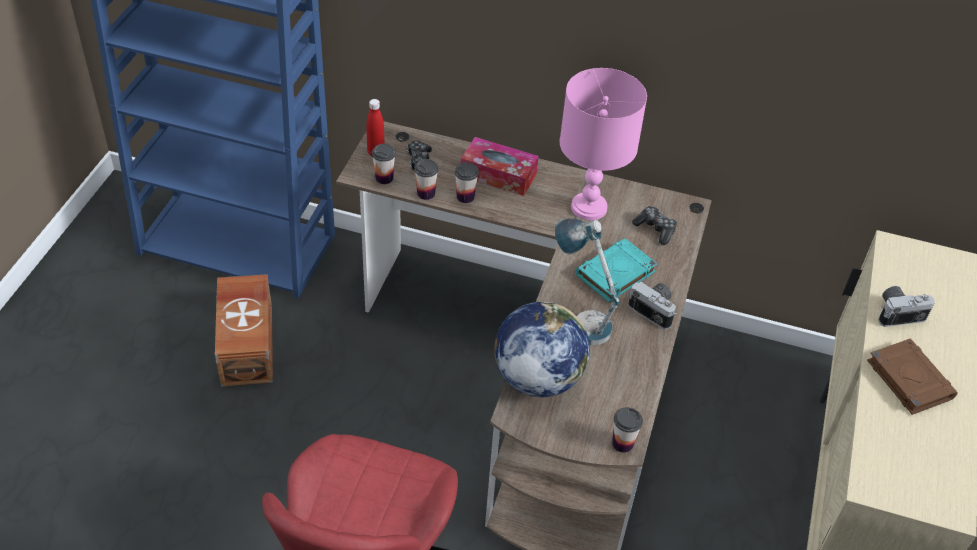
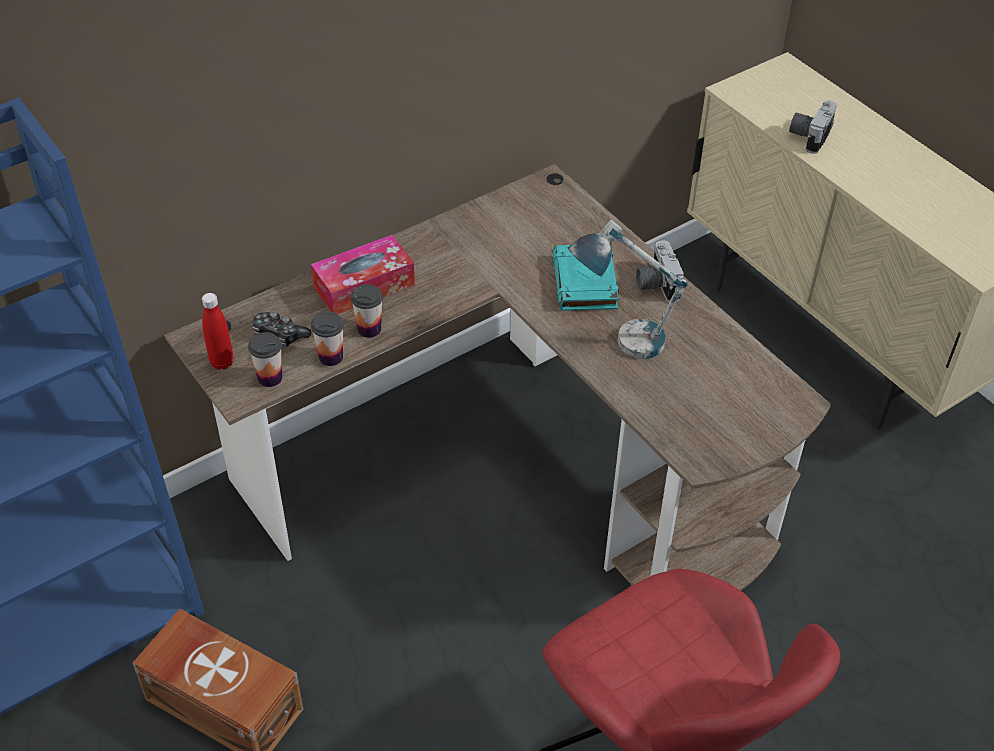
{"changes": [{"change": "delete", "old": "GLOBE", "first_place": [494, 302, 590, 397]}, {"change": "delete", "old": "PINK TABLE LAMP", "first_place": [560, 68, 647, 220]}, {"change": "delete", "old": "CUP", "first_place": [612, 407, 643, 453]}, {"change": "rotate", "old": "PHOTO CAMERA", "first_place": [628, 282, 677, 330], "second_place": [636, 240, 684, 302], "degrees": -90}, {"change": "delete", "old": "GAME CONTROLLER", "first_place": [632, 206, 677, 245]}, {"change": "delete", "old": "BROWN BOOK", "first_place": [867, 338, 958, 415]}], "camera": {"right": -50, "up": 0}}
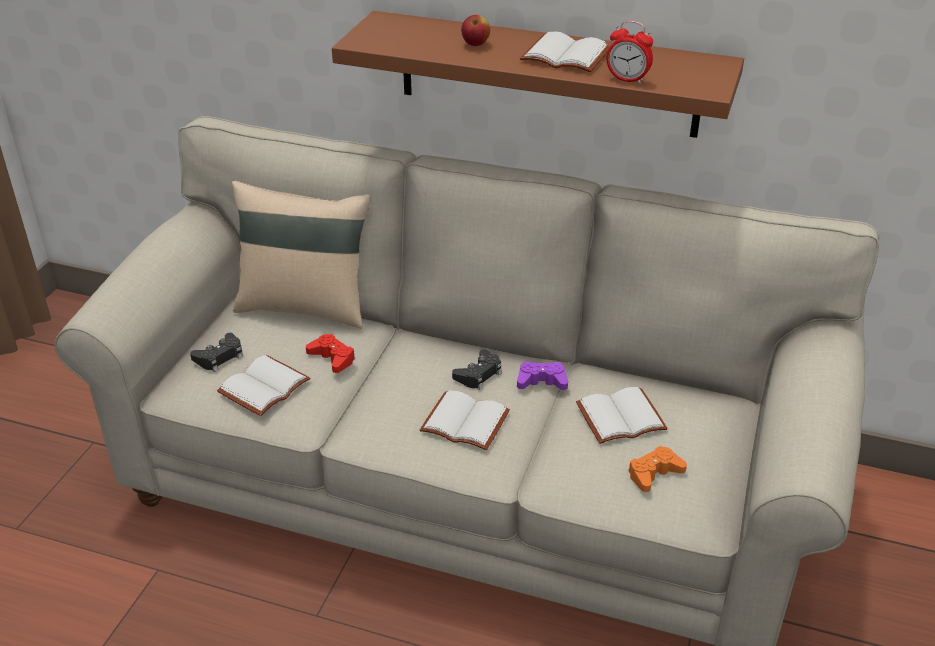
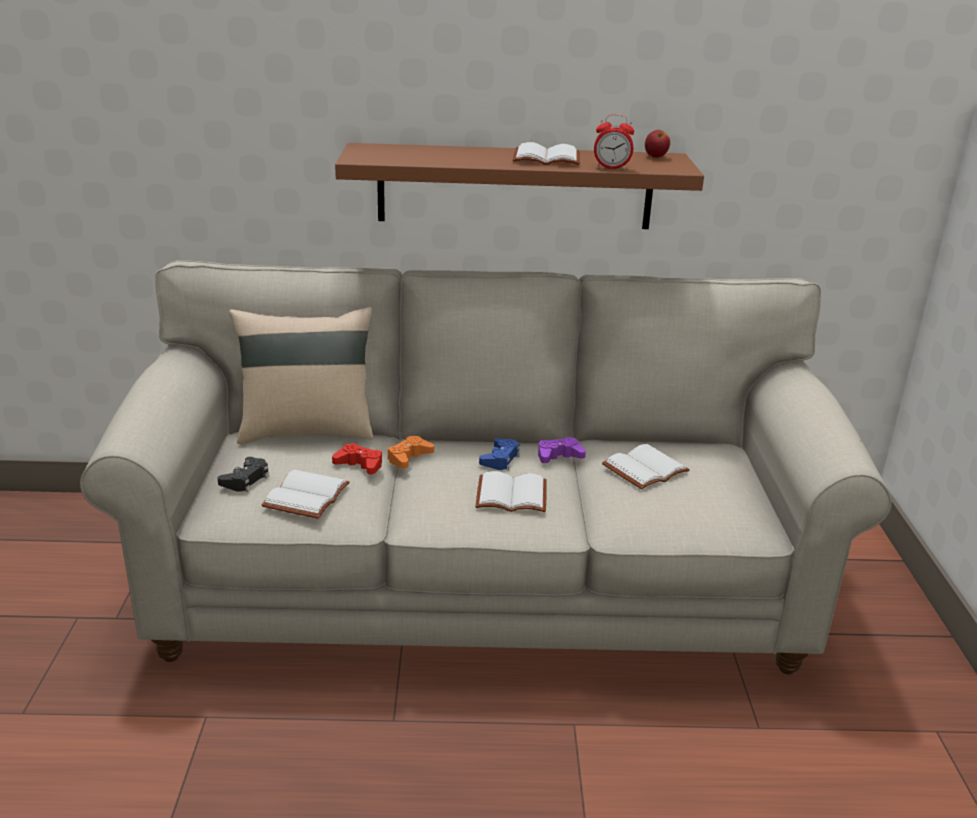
{"changes": [{"change": "recolor", "old": "BLACK GAME CONTROLLER", "new": "BLUE GAME CONTROLLER", "first_place": [452, 349, 502, 390], "second_place": [479, 438, 520, 470]}, {"change": "move", "old": "APPLE", "first_place": [461, 15, 490, 46], "second_place": [645, 130, 670, 158]}, {"change": "move", "old": "ORANGE GAME CONTROLLER", "first_place": [628, 446, 687, 492], "second_place": [387, 436, 434, 468]}], "camera": {"right": -20, "up": -10}}
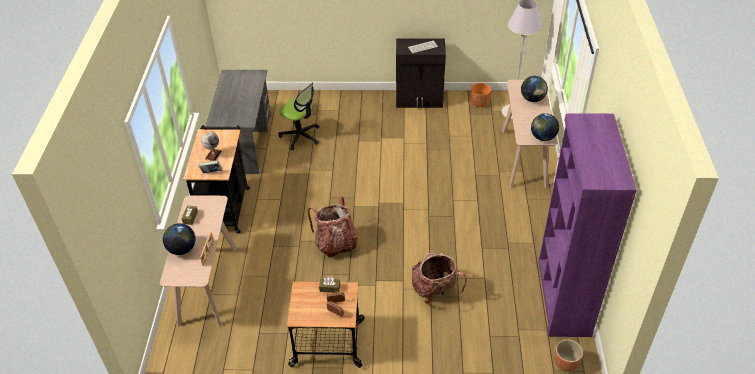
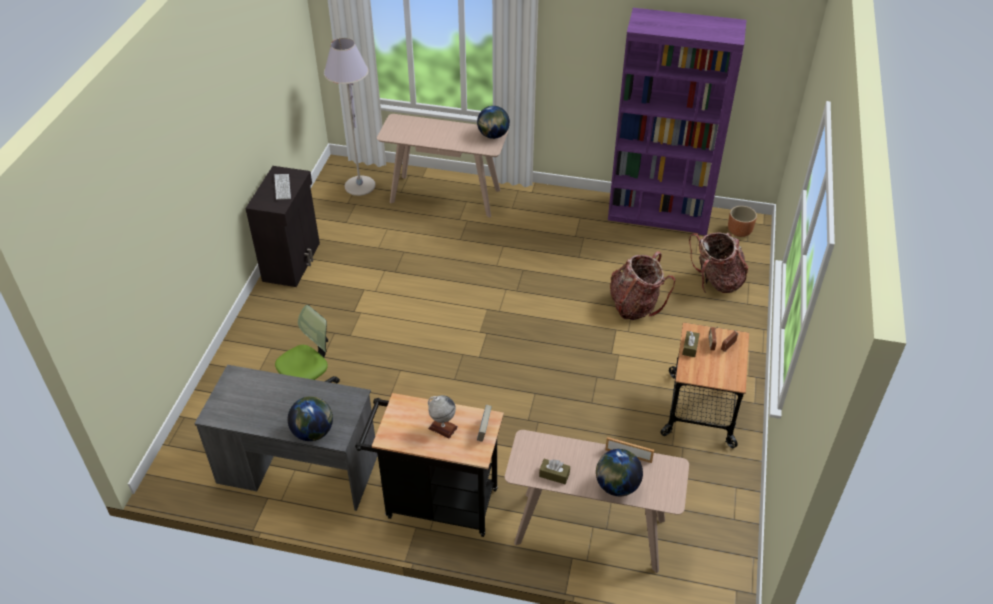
{"changes": [{"change": "move", "old": "BACKPACK", "first_place": [308, 196, 358, 258], "second_place": [689, 232, 748, 293]}, {"change": "delete", "old": "ORANGE PLANTER", "first_place": [470, 83, 491, 107]}, {"change": "move", "old": "GLOBE", "first_place": [521, 76, 548, 102], "second_place": [288, 396, 333, 441]}], "camera": {"right": -80, "up": 0}}
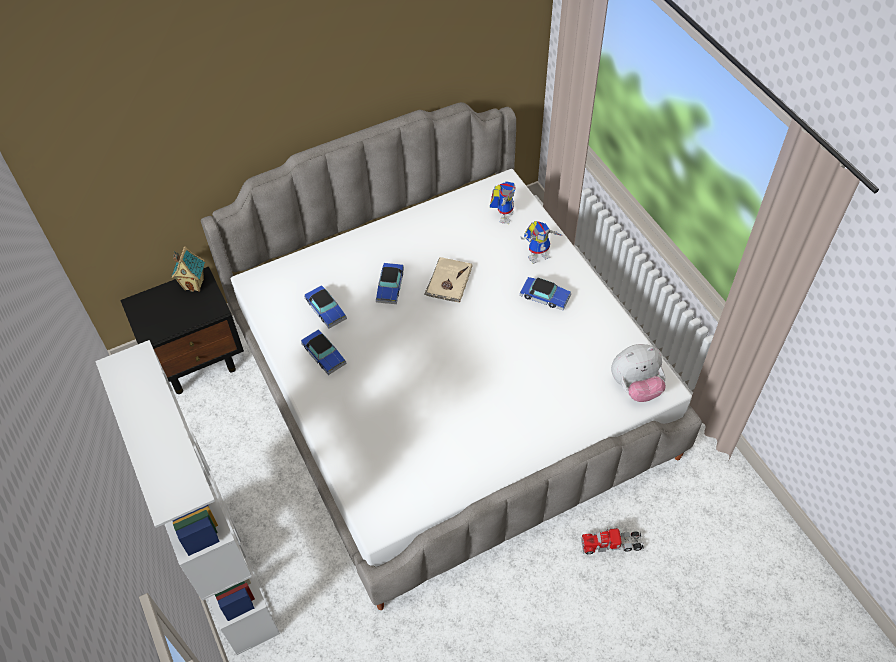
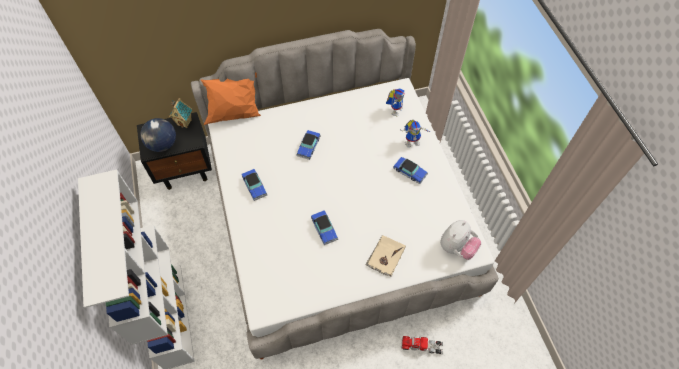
{"changes": [{"change": "move", "old": "TOY CAR", "first_place": [304, 285, 347, 329], "second_place": [311, 210, 338, 245]}, {"change": "move", "old": "BEIGE BOOK", "first_place": [424, 257, 472, 303], "second_place": [365, 235, 406, 277]}, {"change": "rotate", "old": "PLUSH TOY", "first_place": [611, 344, 666, 402], "second_place": [440, 220, 481, 260], "degrees": -45}, {"change": "insert", "new": "GLOBE", "second_place": [140, 118, 176, 152]}, {"change": "insert", "new": "ORANGE PILLOW", "second_place": [200, 72, 261, 125]}], "camera": {"right": 10, "up": 5}}
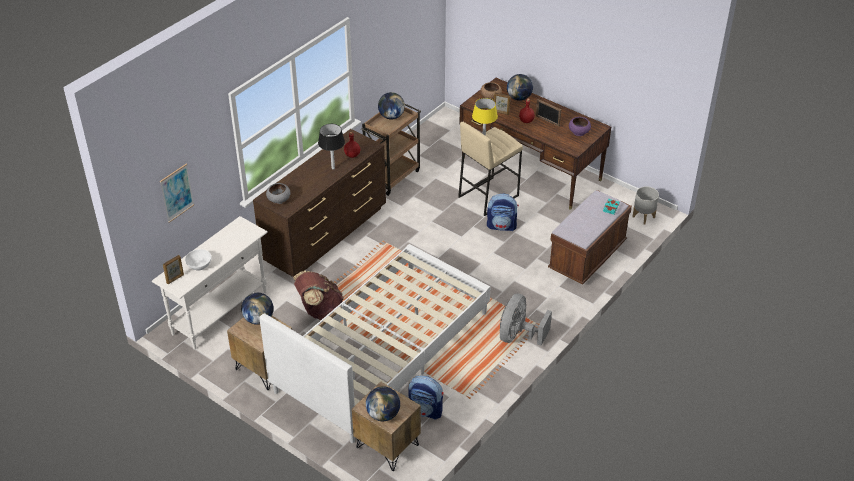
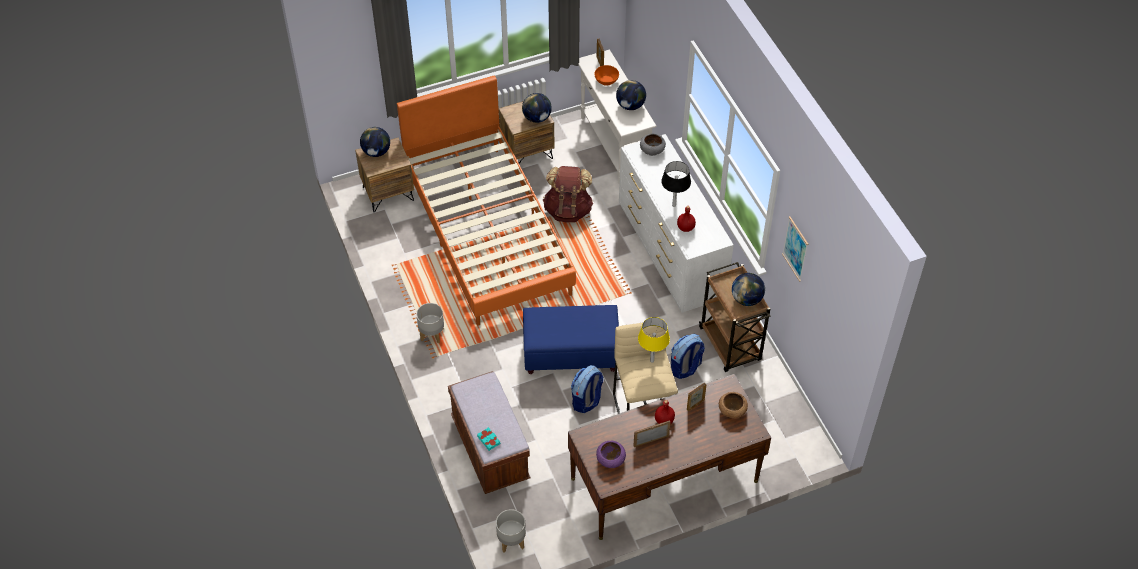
{"changes": [{"change": "move", "old": "PICTURE", "first_place": [160, 164, 194, 223], "second_place": [782, 216, 808, 282]}, {"change": "recolor", "old": "WHITE BOWL", "new": "ORANGE BOWL", "first_place": [185, 249, 211, 271], "second_place": [594, 65, 619, 86]}, {"change": "recolor", "old": "BROWN DRESSER", "new": "WHITE DRESSER", "first_place": [253, 129, 386, 277], "second_place": [619, 134, 734, 313]}, {"change": "recolor", "old": "WHITE BED", "new": "ORANGE BED", "first_place": [259, 244, 490, 443], "second_place": [397, 75, 576, 326]}, {"change": "move", "old": "BACKPACK", "first_place": [408, 376, 444, 420], "second_place": [671, 334, 705, 379]}, {"change": "replace", "old": "GREY FAN", "new": "GREY PLANTER", "first_place": [500, 293, 552, 346], "second_place": [416, 303, 444, 344]}, {"change": "move", "old": "GLOBE", "first_place": [507, 74, 533, 101], "second_place": [616, 80, 646, 110]}, {"change": "insert", "new": "BLUE OTTOMAN", "second_place": [523, 305, 619, 374]}], "camera": {"right": 120, "up": 10}}
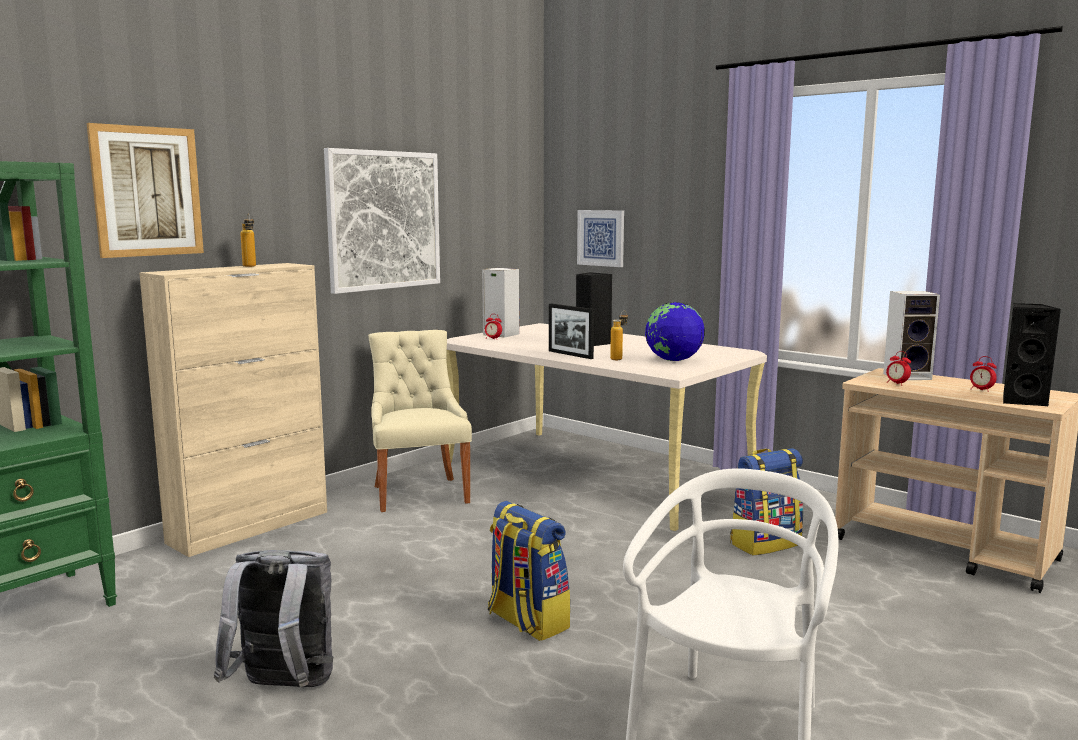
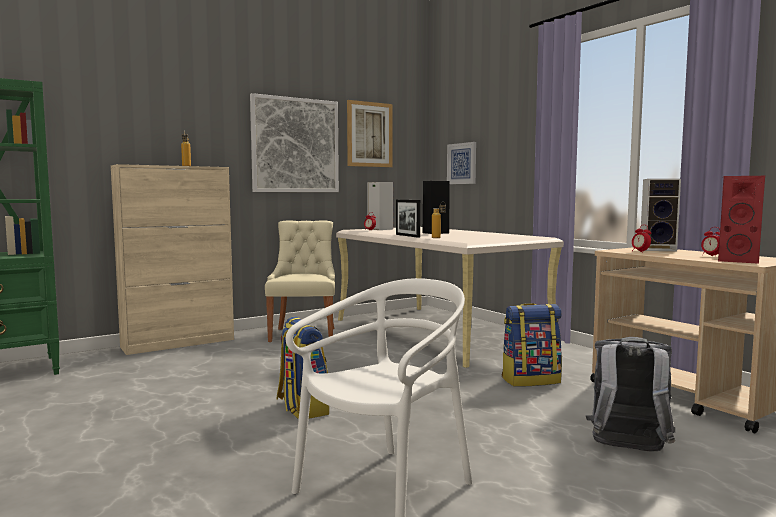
{"changes": [{"change": "move", "old": "PICTURE", "first_place": [87, 123, 204, 258], "second_place": [347, 100, 393, 167]}, {"change": "move", "old": "GREY BACKPACK", "first_place": [214, 550, 333, 687], "second_place": [586, 337, 676, 451]}, {"change": "delete", "old": "GLOBE", "first_place": [645, 302, 705, 361]}, {"change": "recolor", "old": "BLACK SPEAKER", "new": "RED SPEAKER", "first_place": [1003, 303, 1061, 406], "second_place": [718, 176, 765, 264]}], "camera": {"right": 15, "up": -5}}
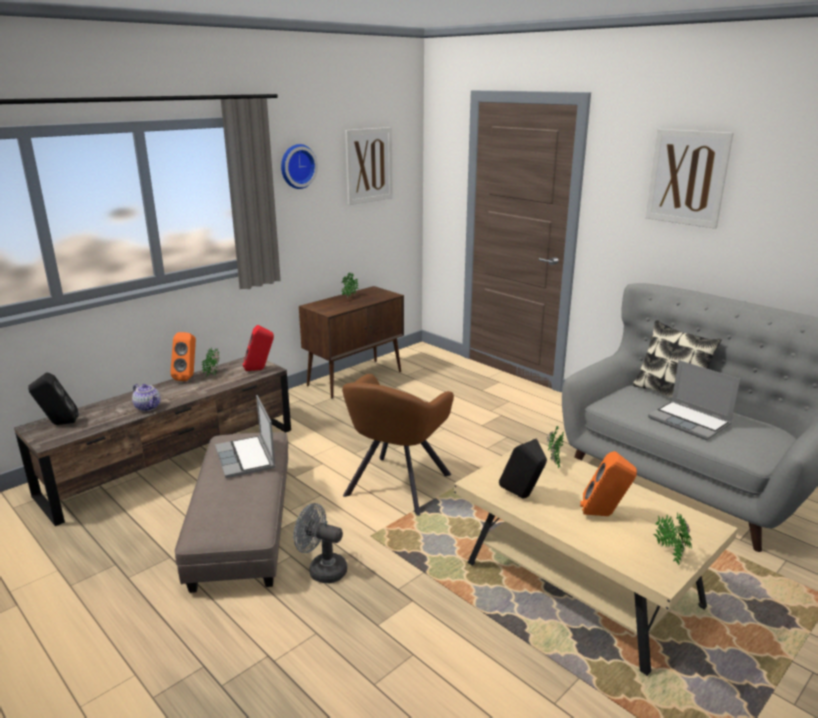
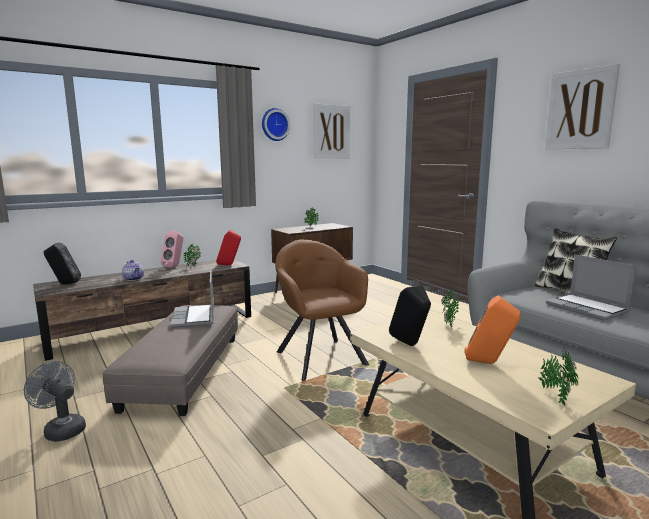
{"changes": [{"change": "recolor", "old": "ORANGE SPEAKER", "new": "PINK SPEAKER", "first_place": [170, 332, 196, 381], "second_place": [161, 231, 183, 268]}, {"change": "move", "old": "GREY FAN", "first_place": [293, 503, 347, 583], "second_place": [24, 361, 86, 442]}, {"change": "rotate", "old": "BROWN ARMCHAIR", "first_place": [342, 374, 454, 516], "second_place": [275, 240, 369, 381], "degrees": 120}], "camera": {"right": 10, "up": -10}}
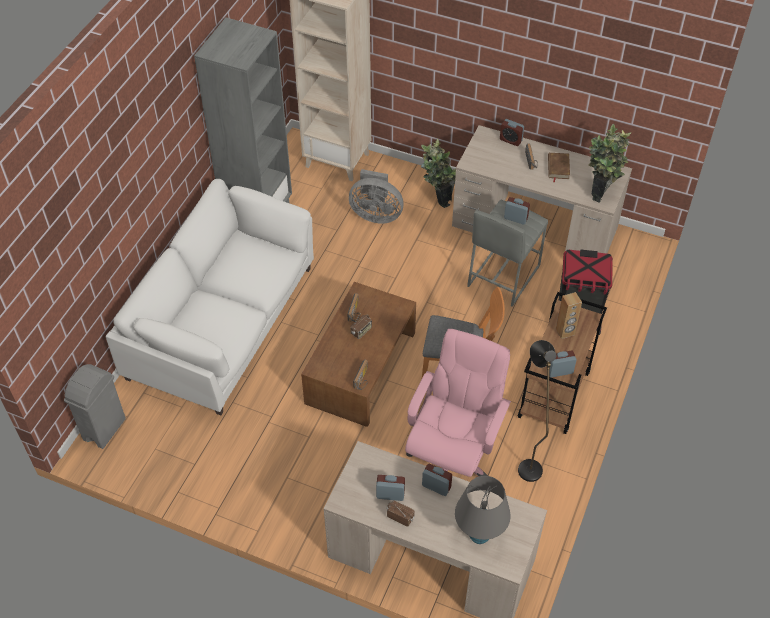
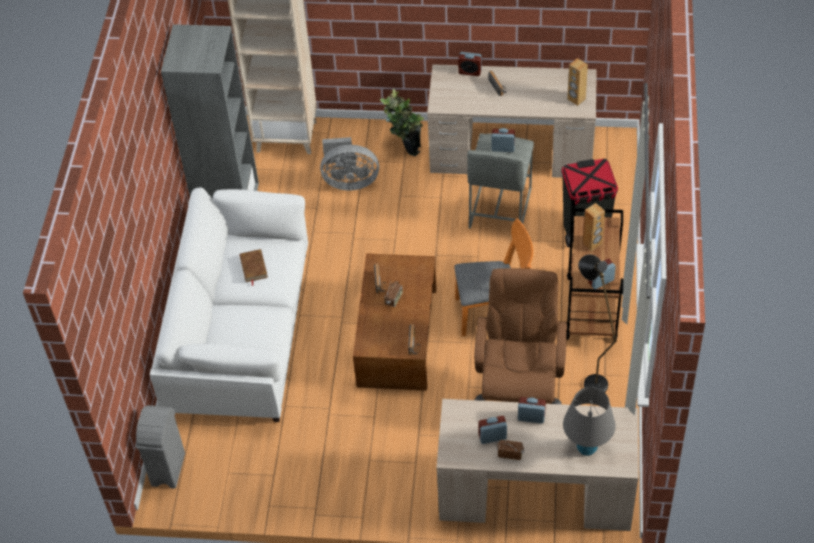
{"changes": [{"change": "recolor", "old": "PINK OFFICE CHAIR", "new": "BROWN OFFICE CHAIR", "first_place": [405, 329, 511, 477], "second_place": [474, 268, 567, 404]}, {"change": "move", "old": "BROWN BOOK", "first_place": [548, 153, 570, 183], "second_place": [239, 249, 268, 286]}, {"change": "replace", "old": "POTTED PLANT", "new": "BROWN SPEAKER", "first_place": [588, 124, 632, 203], "second_place": [567, 58, 588, 106]}], "camera": {"right": -15, "up": 0}}
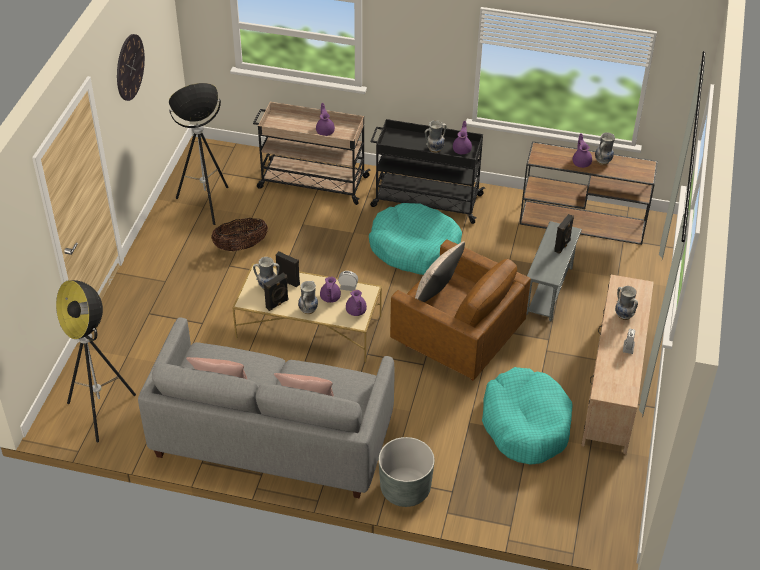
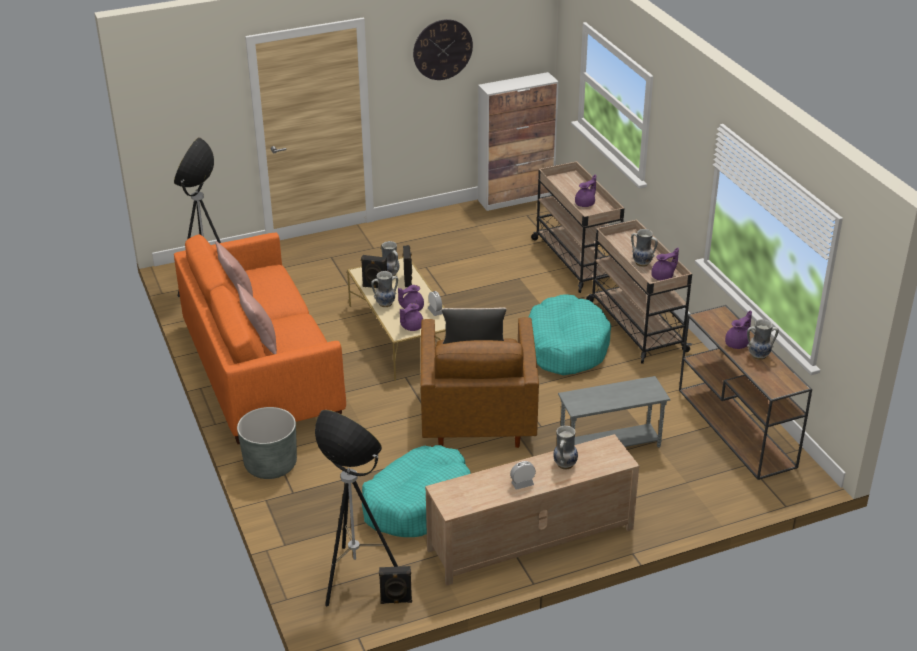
{"changes": [{"change": "recolor", "old": "GREY SOFA", "new": "ORANGE SOFA", "first_place": [138, 317, 395, 498], "second_place": [174, 233, 346, 444]}, {"change": "move", "old": "FLOOR LAMP", "first_place": [169, 83, 228, 225], "second_place": [315, 410, 398, 606]}, {"change": "delete", "old": "BASKET", "first_place": [211, 218, 268, 251]}, {"change": "recolor", "old": "BLACK CART", "new": "BEIGE CART", "first_place": [370, 119, 485, 224], "second_place": [586, 219, 692, 364]}, {"change": "move", "old": "BLACK SPEAKER", "first_place": [554, 214, 574, 254], "second_place": [379, 566, 412, 604]}, {"change": "insert", "new": "CABINET", "second_place": [478, 72, 559, 211]}], "camera": {"right": 55, "up": -10}}
